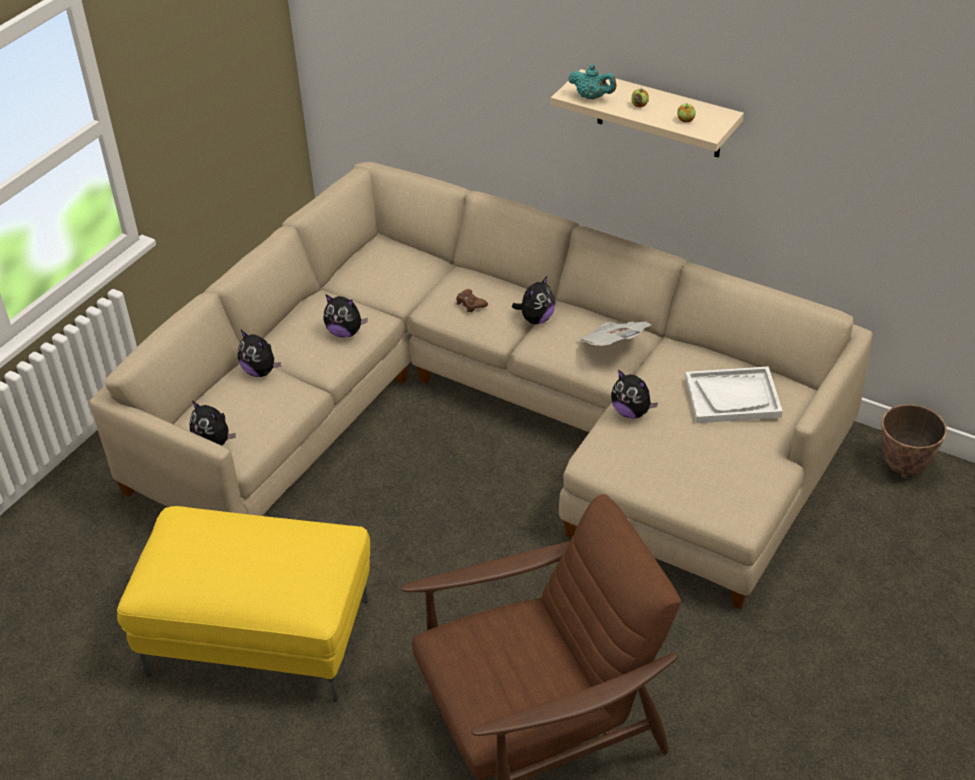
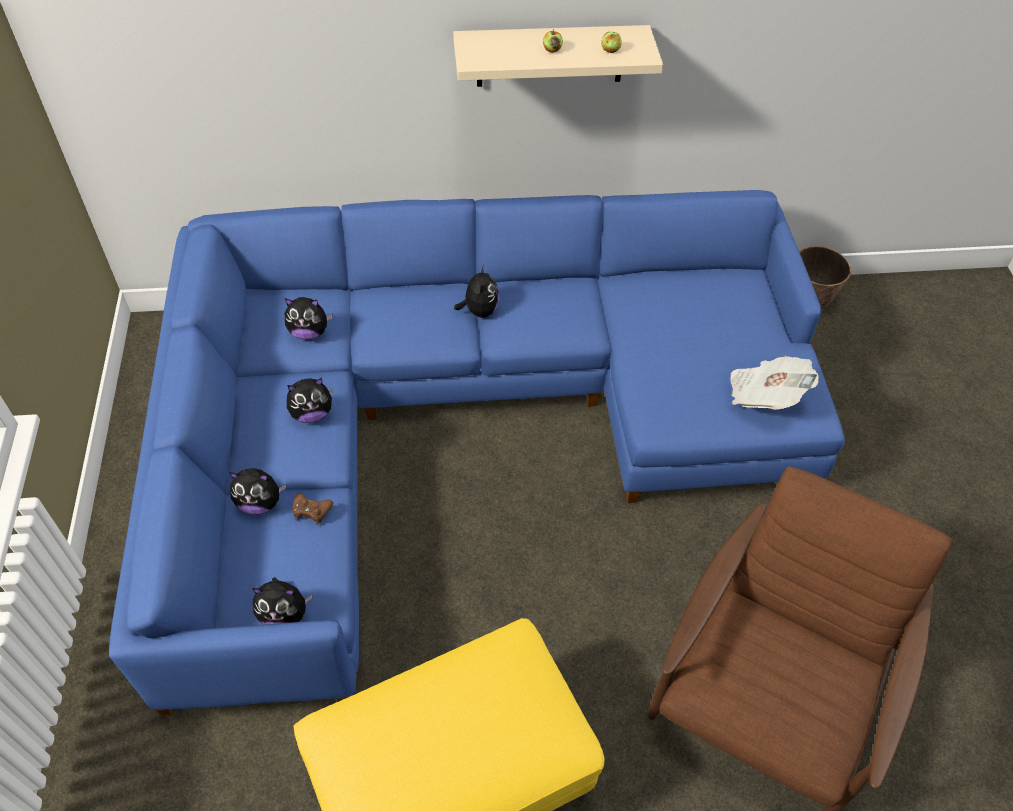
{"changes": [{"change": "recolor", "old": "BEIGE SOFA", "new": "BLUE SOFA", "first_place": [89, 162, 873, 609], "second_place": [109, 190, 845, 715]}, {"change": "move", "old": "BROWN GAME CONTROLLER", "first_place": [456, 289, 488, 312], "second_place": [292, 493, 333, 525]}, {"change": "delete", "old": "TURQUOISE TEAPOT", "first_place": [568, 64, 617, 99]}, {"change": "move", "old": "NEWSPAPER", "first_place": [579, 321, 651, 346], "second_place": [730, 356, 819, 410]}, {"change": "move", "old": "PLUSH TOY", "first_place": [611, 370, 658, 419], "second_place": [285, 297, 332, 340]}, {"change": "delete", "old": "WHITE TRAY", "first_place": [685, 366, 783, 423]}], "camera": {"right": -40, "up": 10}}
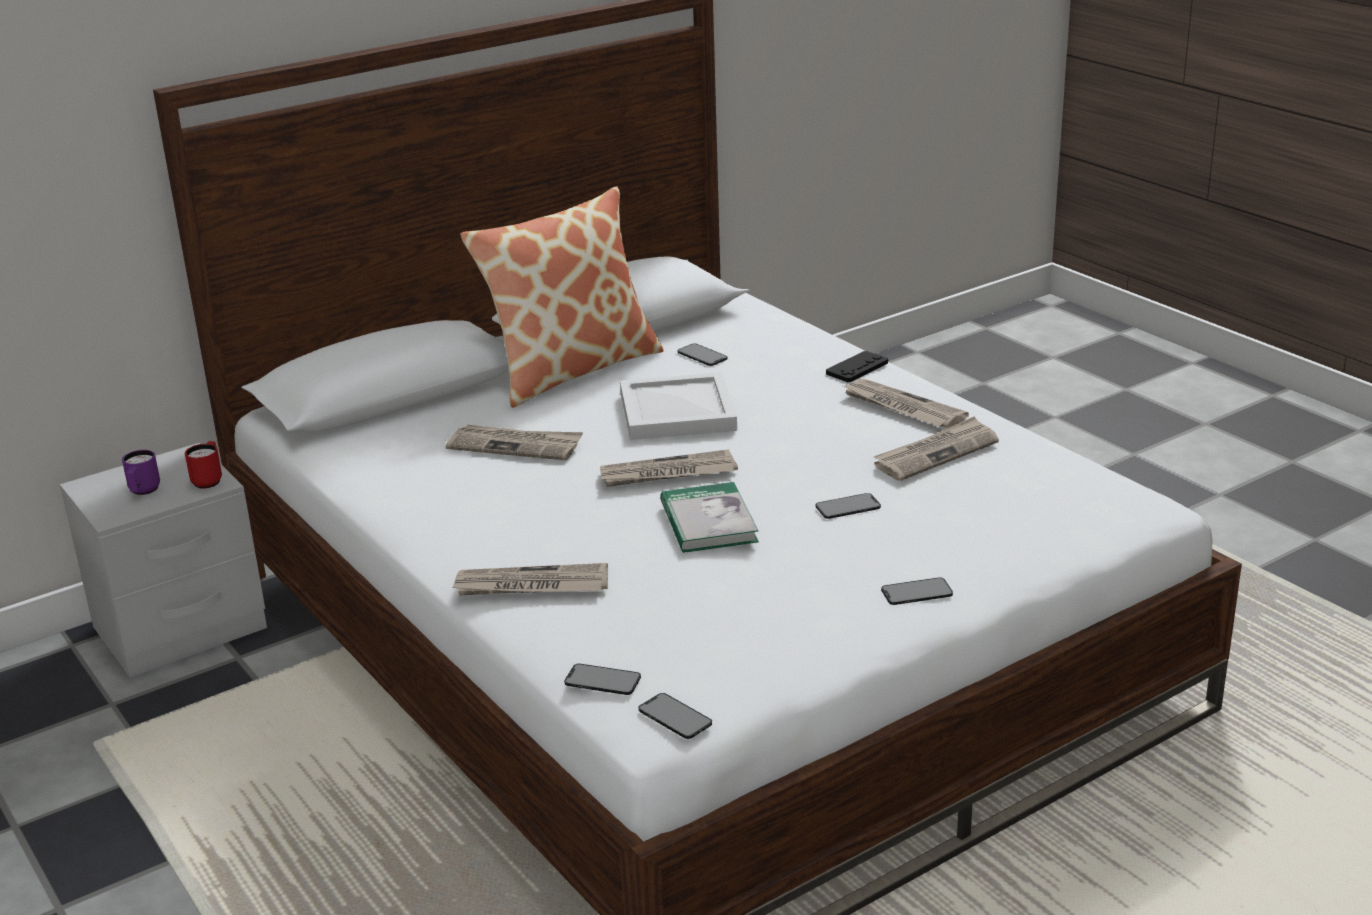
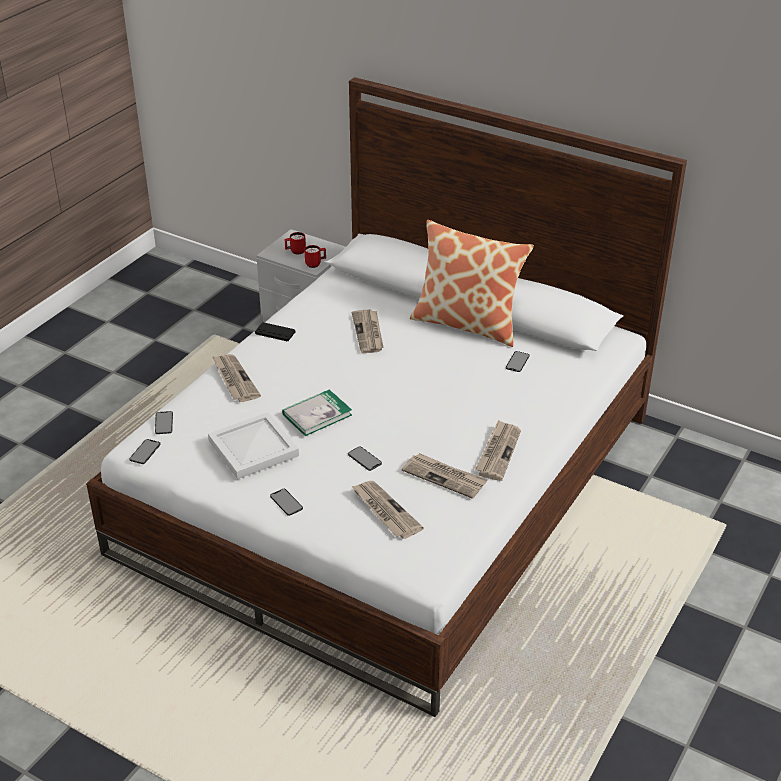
{"changes": [{"change": "recolor", "old": "PURPLE MUG", "new": "RED MUG", "first_place": [122, 450, 160, 495], "second_place": [285, 232, 306, 255]}, {"change": "move", "old": "NEWSPAPER", "first_place": [600, 449, 738, 487], "second_place": [352, 481, 424, 539]}, {"change": "move", "old": "WHITE TRAY", "first_place": [620, 372, 737, 440], "second_place": [208, 412, 299, 479]}, {"change": "move", "old": "BLACK GAME CONTROLLER", "first_place": [826, 351, 888, 382], "second_place": [255, 322, 295, 341]}], "camera": {"right": 65, "up": 10}}
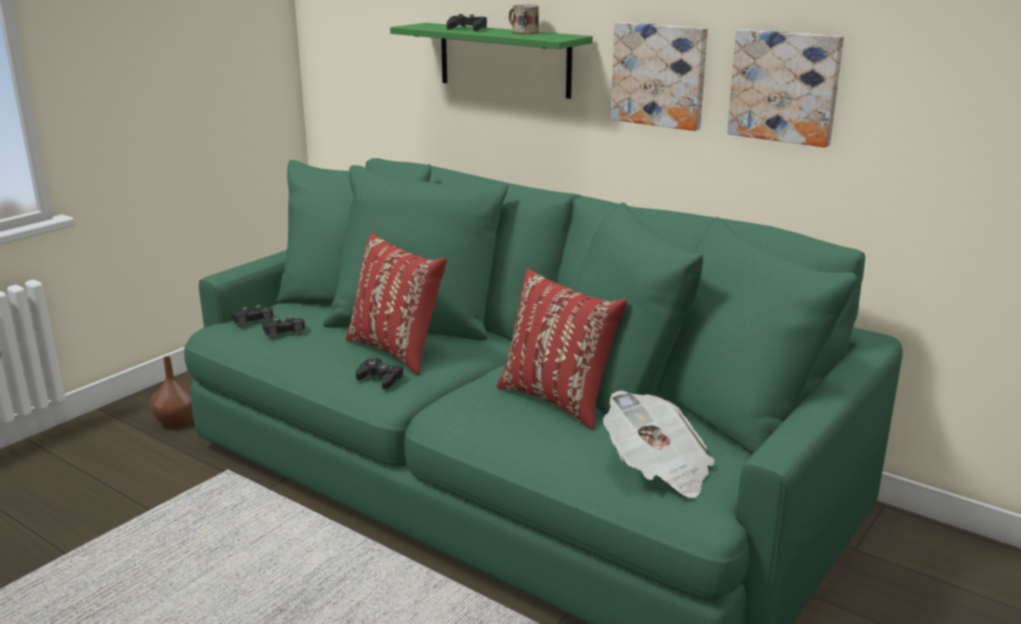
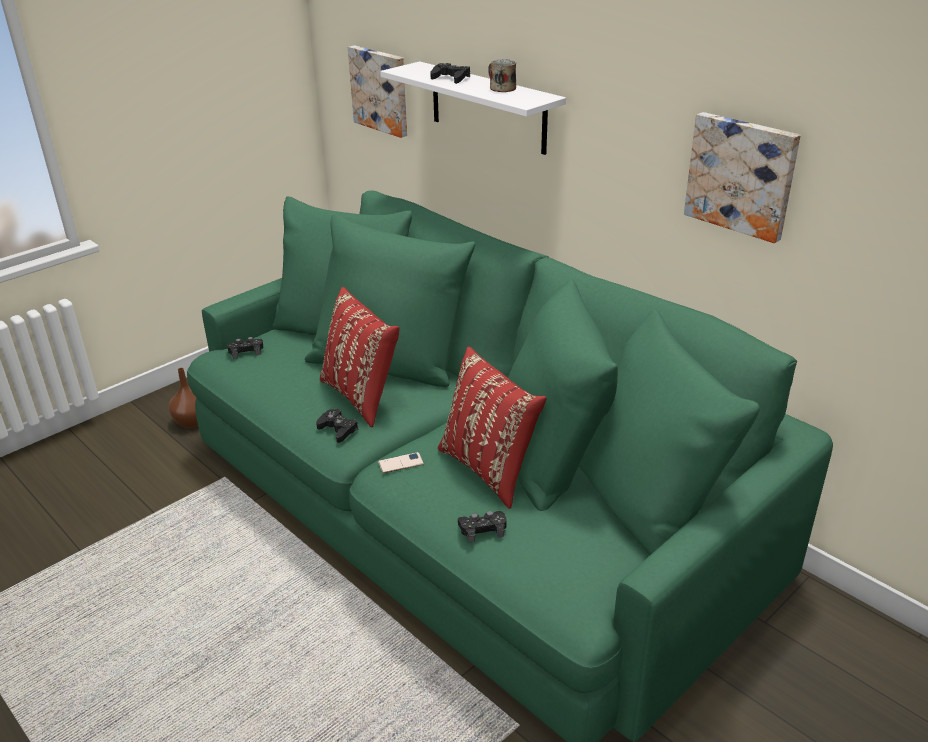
{"changes": [{"change": "move", "old": "BLACK GAME CONTROLLER", "first_place": [262, 316, 305, 340], "second_place": [458, 511, 507, 543]}, {"change": "recolor", "old": "GREEN SHELF", "new": "WHITE SHELF", "first_place": [390, 23, 593, 99], "second_place": [380, 61, 566, 155]}, {"change": "delete", "old": "NEWSPAPER", "first_place": [603, 391, 715, 498]}, {"change": "move", "old": "PICTURE", "first_place": [611, 22, 708, 131], "second_place": [348, 45, 407, 138]}, {"change": "insert", "new": "PHONE", "second_place": [378, 452, 424, 473]}], "camera": {"right": 10, "up": 10}}
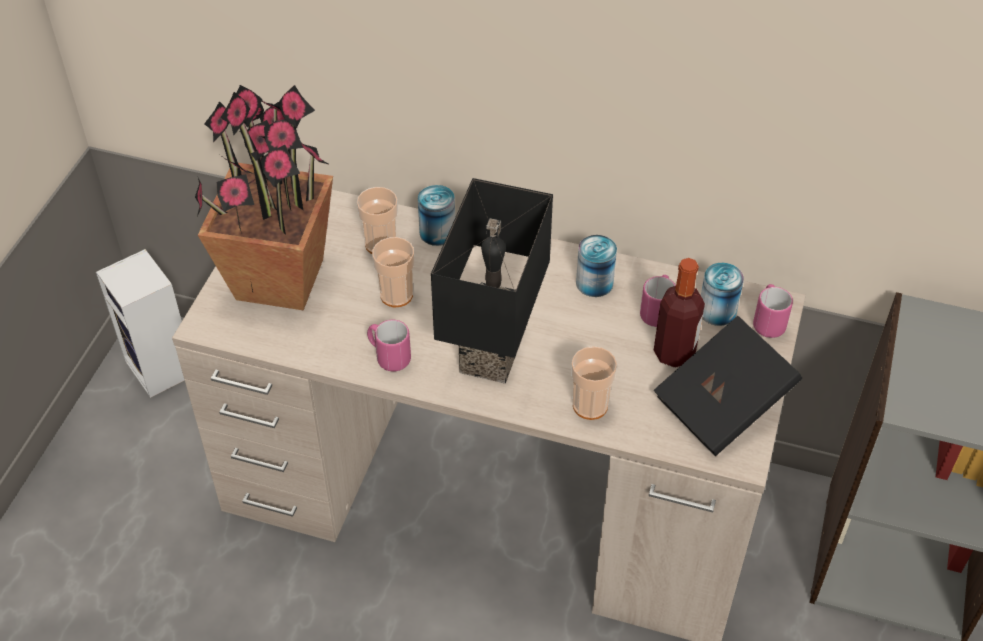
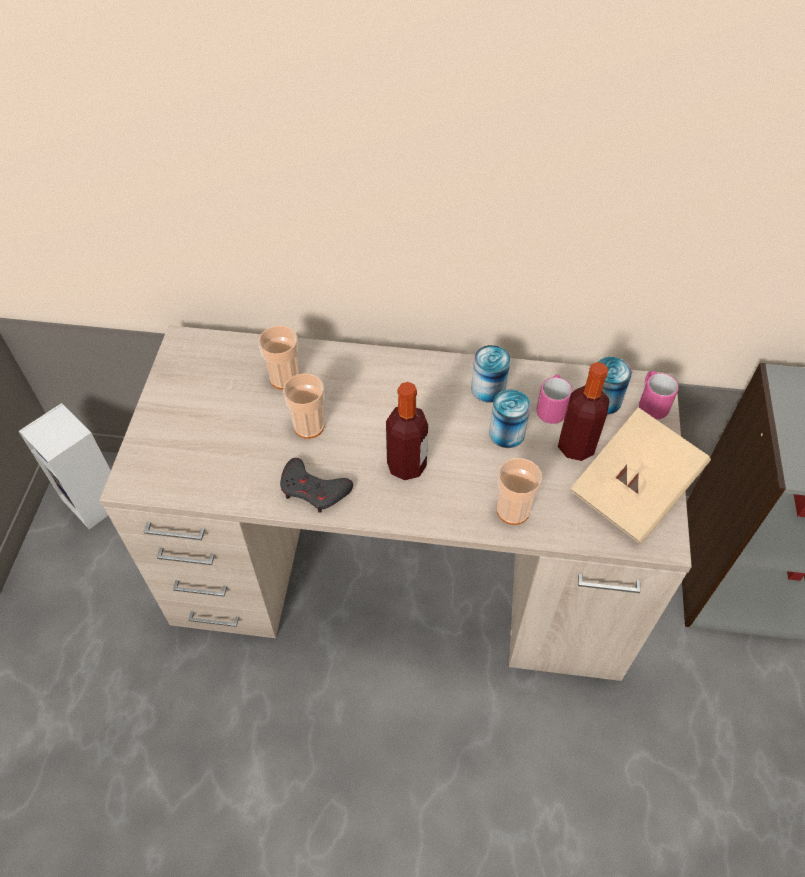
{"changes": [{"change": "delete", "old": "POTTED PLANT", "first_place": [195, 85, 333, 311]}, {"change": "replace", "old": "PINK MUG", "new": "GREY GAME CONTROLLER", "first_place": [367, 320, 411, 372], "second_place": [280, 458, 353, 513]}, {"change": "move", "old": "CAN", "first_place": [418, 185, 455, 246], "second_place": [489, 389, 531, 448]}, {"change": "replace", "old": "BLACK TABLE LAMP", "new": "BOTTLE", "first_place": [431, 178, 553, 384], "second_place": [386, 382, 428, 481]}, {"change": "recolor", "old": "BLACK BOOK", "new": "BEIGE BOOK", "first_place": [653, 316, 802, 456], "second_place": [571, 407, 711, 544]}], "camera": {"right": -10, "up": 5}}
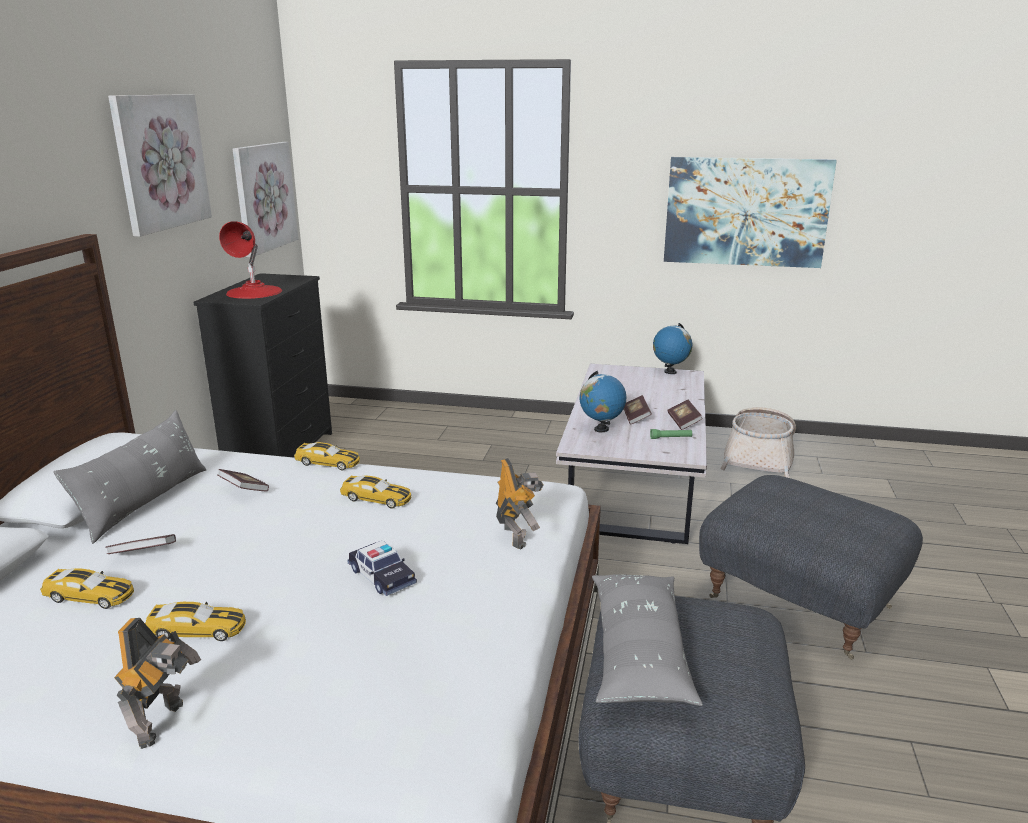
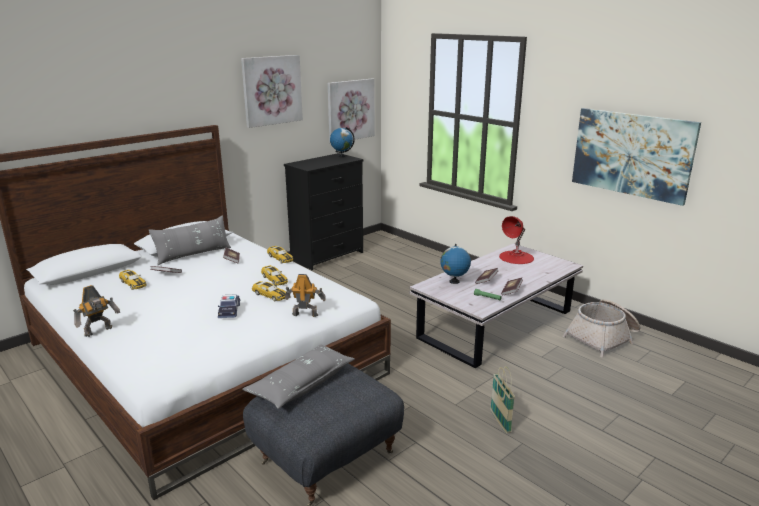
{"changes": [{"change": "move", "old": "TOY CAR", "first_place": [145, 602, 246, 641], "second_place": [252, 281, 286, 301]}, {"change": "move", "old": "RED TABLE LAMP", "first_place": [219, 221, 282, 299], "second_place": [499, 216, 534, 264]}, {"change": "rotate", "old": "TOY ROBOT", "first_place": [496, 458, 544, 549], "second_place": [285, 274, 326, 317], "degrees": -105}, {"change": "move", "old": "GLOBE", "first_place": [653, 323, 692, 374], "second_place": [330, 127, 355, 157]}, {"change": "replace", "old": "GREY OTTOMAN", "new": "BASKET", "first_place": [699, 475, 923, 659], "second_place": [490, 366, 515, 433]}], "camera": {"right": 35, "up": 0}}
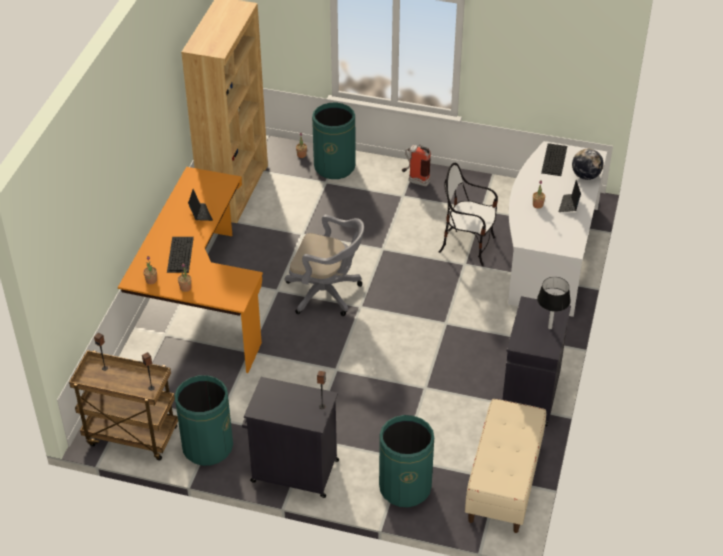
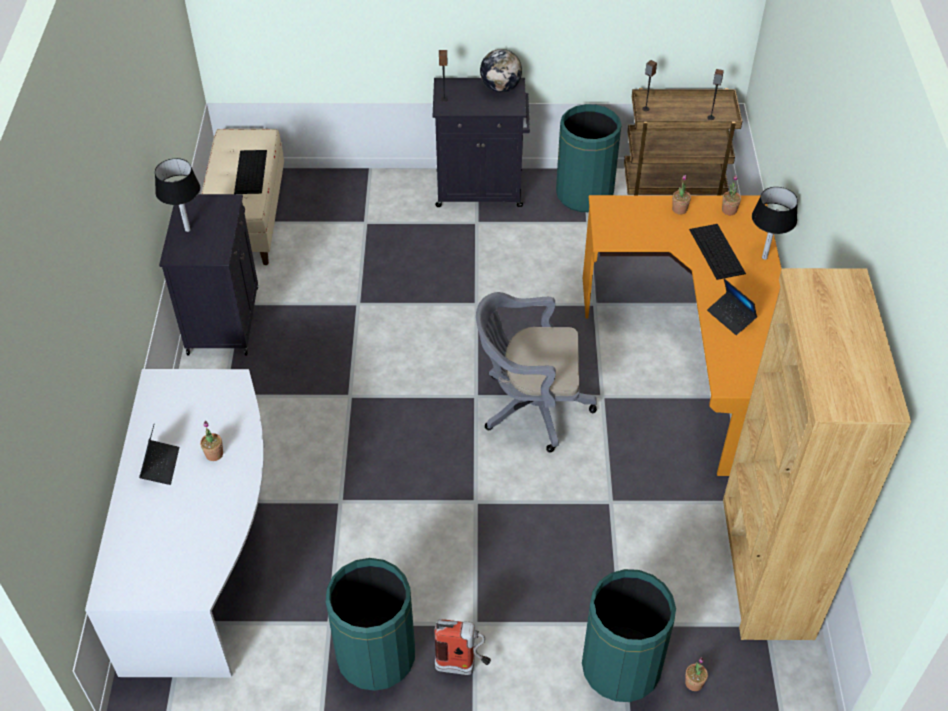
{"changes": [{"change": "move", "old": "GREEN TRASH CAN", "first_place": [379, 415, 434, 507], "second_place": [326, 558, 415, 691]}, {"change": "delete", "old": "CHAIR", "first_place": [439, 163, 498, 266]}, {"change": "move", "old": "KEYBOARD", "first_place": [541, 143, 567, 176], "second_place": [234, 150, 267, 194]}, {"change": "move", "old": "GLOBE", "first_place": [572, 149, 604, 180], "second_place": [480, 49, 522, 92]}, {"change": "insert", "new": "BLACK TABLE LAMP", "second_place": [752, 187, 798, 260]}], "camera": {"right": 165, "up": 5}}
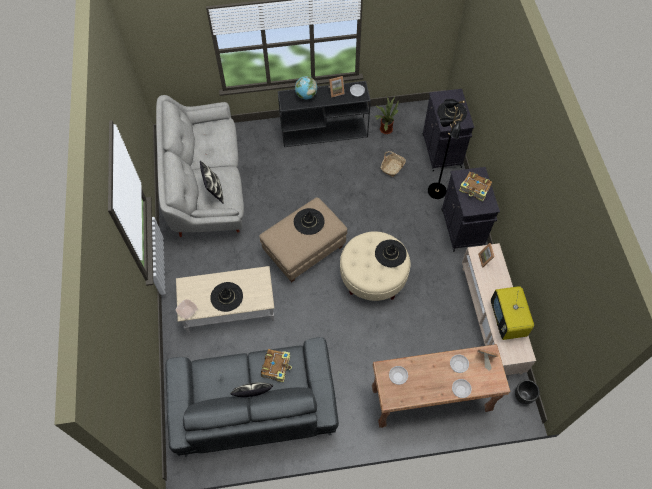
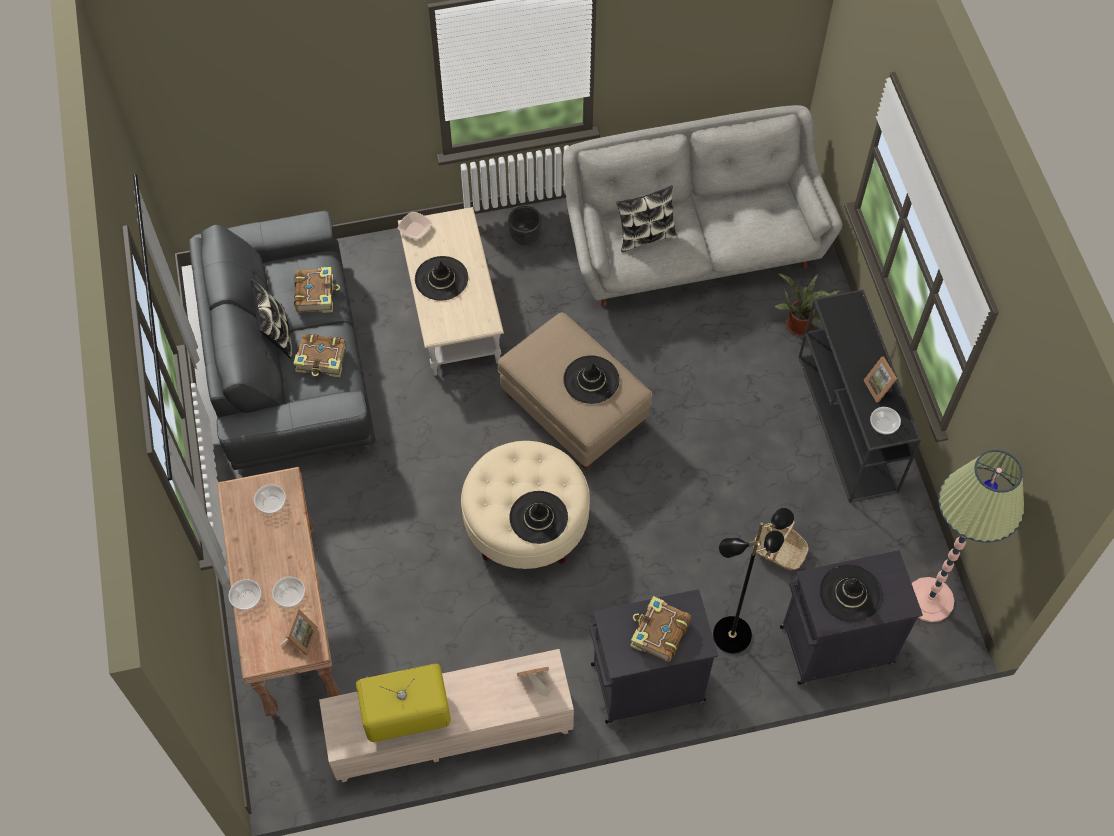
{"changes": [{"change": "delete", "old": "GLOBE", "first_place": [295, 76, 317, 99]}, {"change": "move", "old": "POTTED PLANT", "first_place": [375, 97, 399, 134], "second_place": [774, 273, 840, 335]}, {"change": "move", "old": "BLACK PLANTER", "first_place": [515, 380, 540, 404], "second_place": [508, 206, 542, 245]}, {"change": "insert", "new": "BOOK", "second_place": [294, 267, 340, 313]}, {"change": "insert", "new": "FLOOR LAMP", "second_place": [912, 450, 1024, 622]}], "camera": {"right": 85, "up": 0}}
